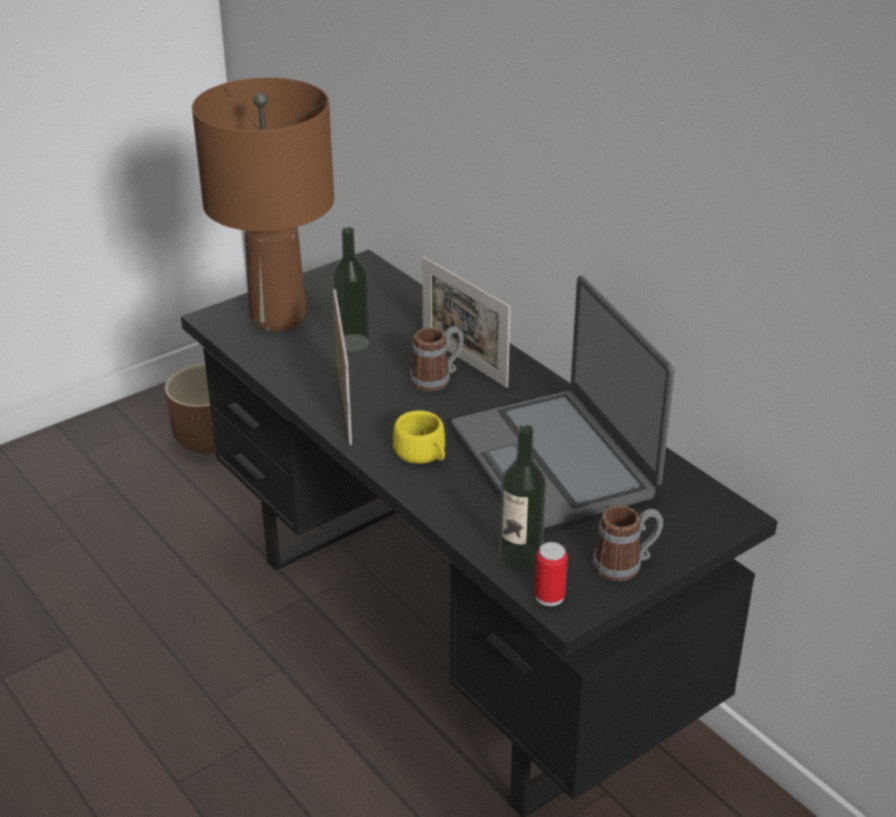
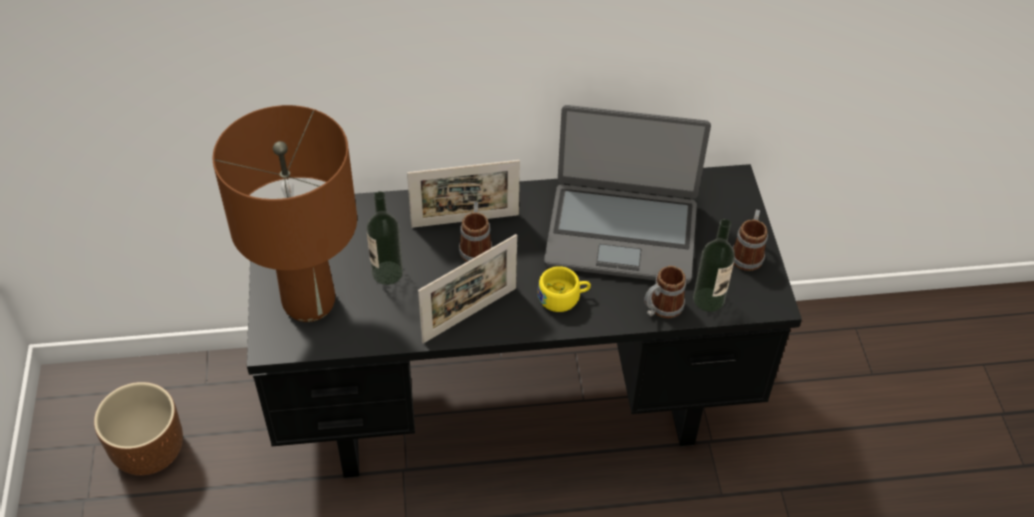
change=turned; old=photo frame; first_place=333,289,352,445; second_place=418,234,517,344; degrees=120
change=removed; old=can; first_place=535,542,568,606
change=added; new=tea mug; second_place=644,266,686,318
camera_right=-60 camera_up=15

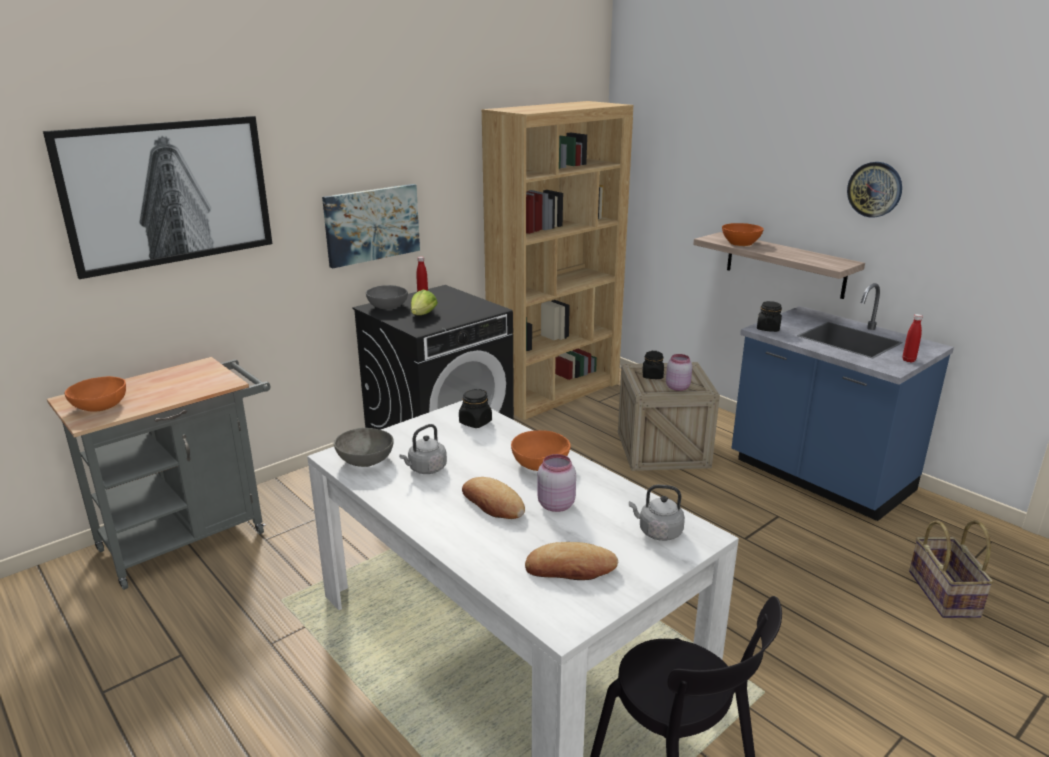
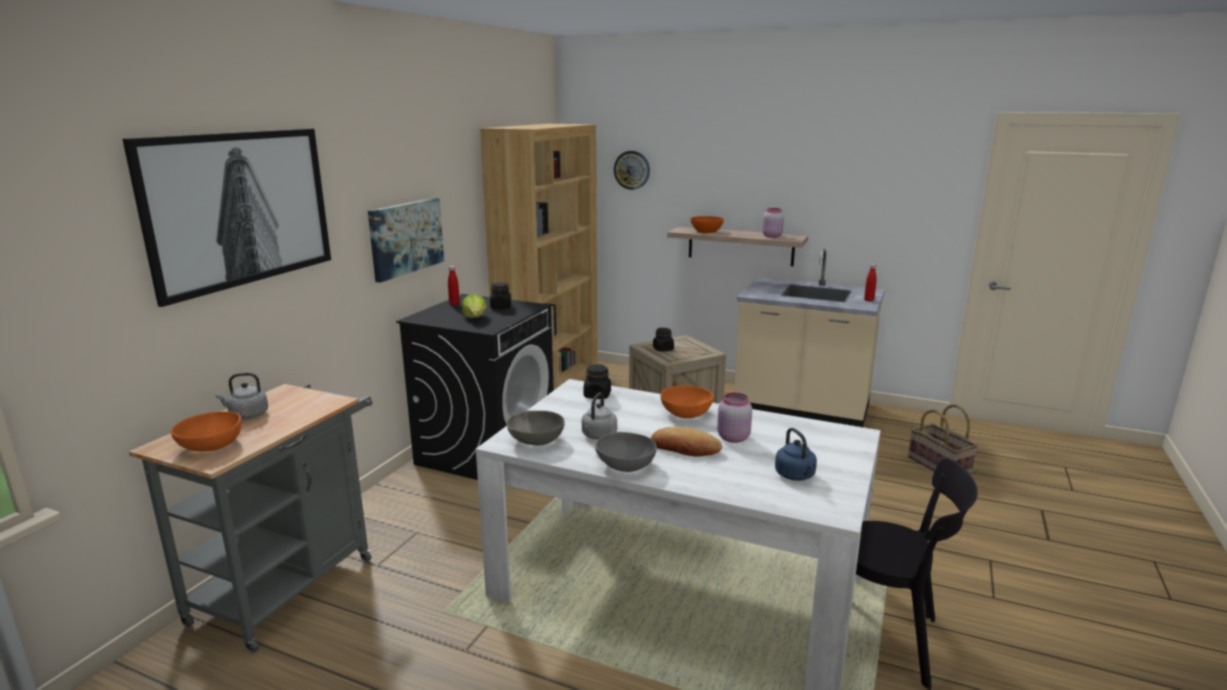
change=moved; old=greyish bowl; first_place=366,285,408,309; second_place=595,432,657,472
change=replaced; old=bakery bread; new=blue-coloured kettle; first_place=525,542,618,580; second_place=775,428,817,481
change=moved; old=greyish kettle; first_place=629,485,685,541; second_place=215,373,268,420
change=moved; old=pinkish storage jar; first_place=666,354,692,391; second_place=762,208,784,238
change=recoloured; old=blue-coloured kitchen base unit; new=beige-coloured kitchen base unit; first_place=732,283,954,521; second_place=734,249,885,427
change=moved; old=black-coloured storage jar; first_place=757,301,782,332; second_place=490,282,511,309
change=moved; old=wall clock; first_place=847,162,902,218; second_place=614,151,650,190
camera_right=-25 camera_up=-5

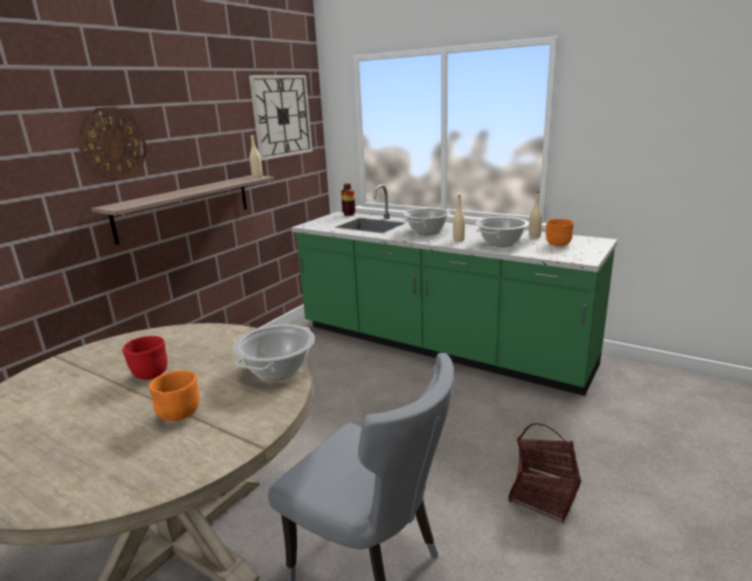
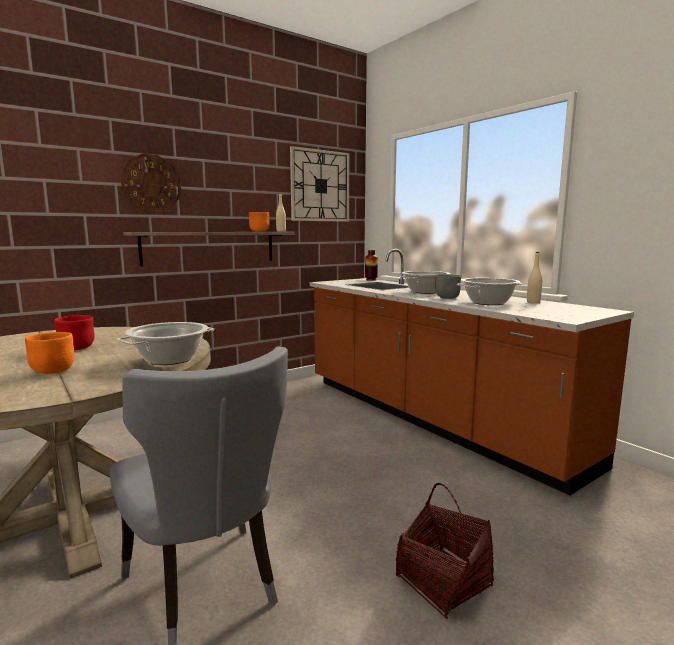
change=recoloured; old=greenish kitchen base unit; new=brownish kitchen base unit; first_place=291,184,618,396; second_place=310,249,634,495
change=replaced; old=beige-coloured drink bottle; new=greyish bowl; first_place=453,195,465,241; second_place=435,274,461,299
change=moved; old=orangey bowl; first_place=546,219,574,246; second_place=249,212,270,232
camera_right=20 camera_up=-10

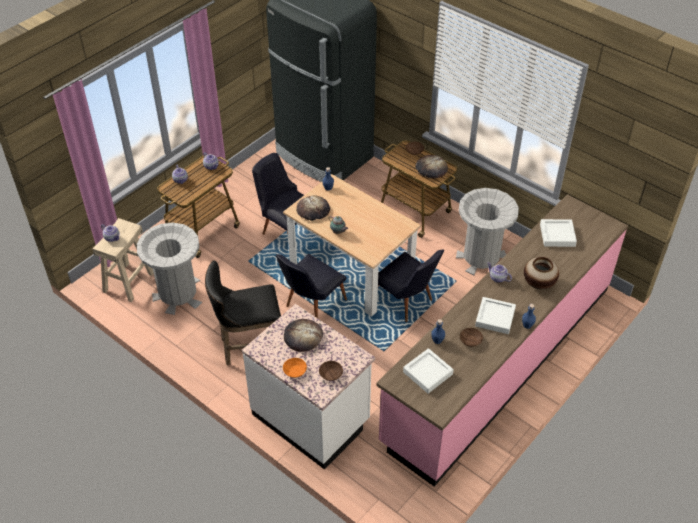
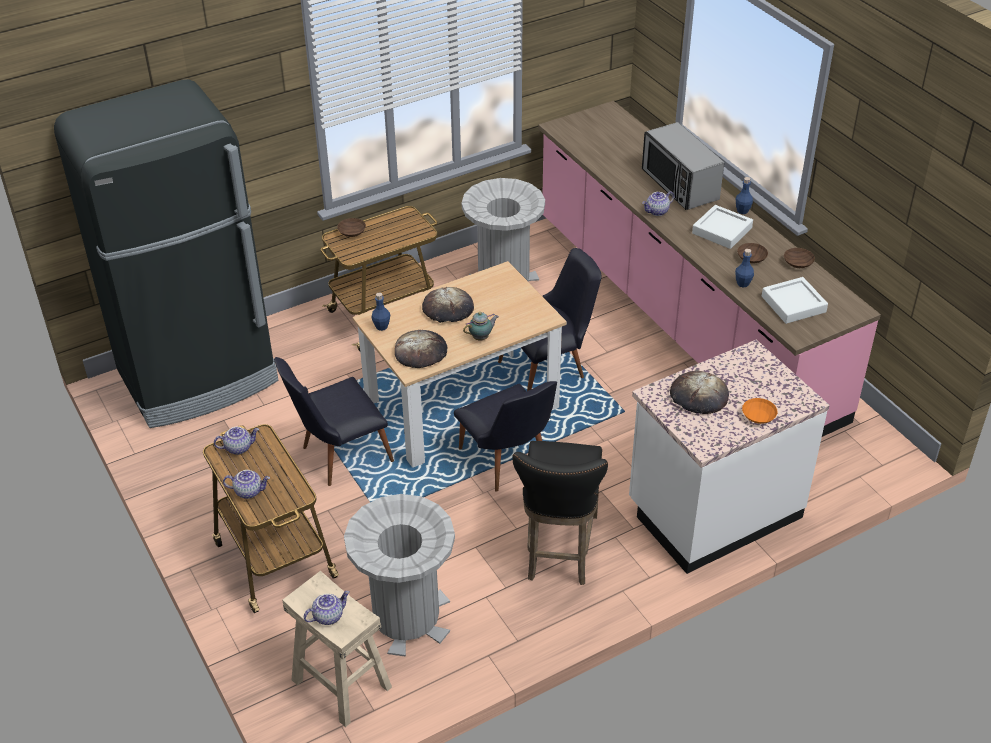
change=moved; old=brownish bowl; first_place=319,361,343,381; second_place=784,248,815,268
change=moved; old=bakery bread; first_place=415,155,448,178; second_place=422,287,474,323
change=replaced; old=flower vase; new=microwave; first_place=524,257,559,289; second_place=642,122,724,210
change=removed; old=white serving tray; first_place=540,219,577,247
camera_right=-70 camera_up=-5

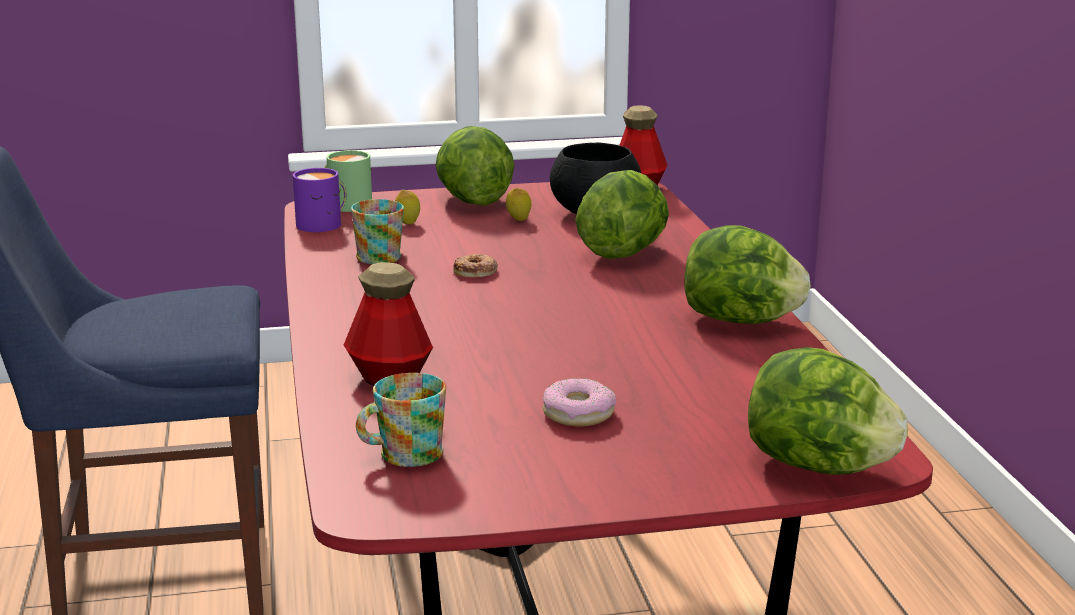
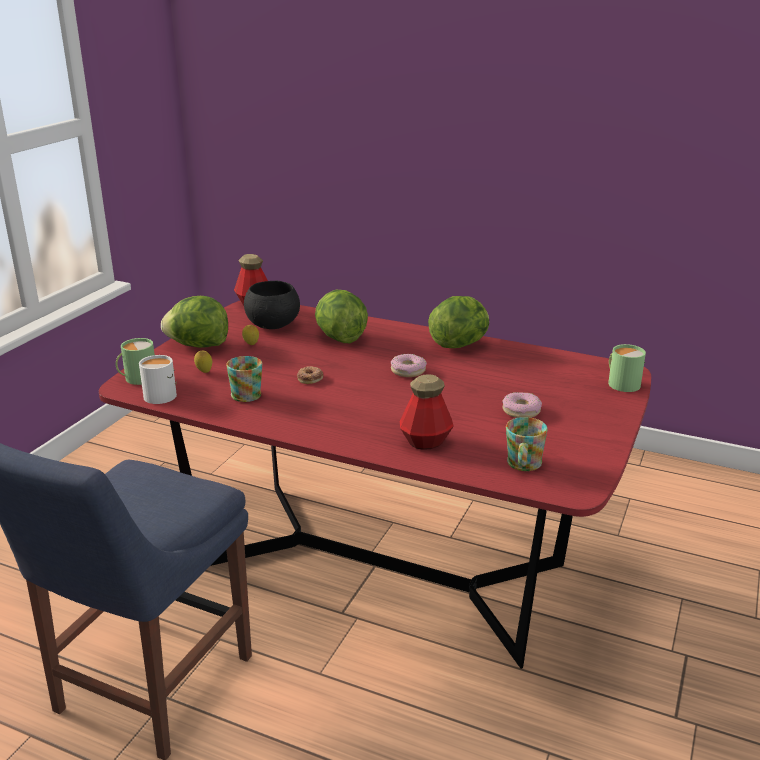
change=recoloured; old=purple tea mug; new=white tea mug; first_place=293,168,347,232; second_place=139,355,177,404
change=replaced; old=lettuce head; new=greenish tea mug; first_place=748,347,908,475; second_place=608,344,646,392
change=added; new=doughnut; second_place=391,354,427,377
camera_right=-55 camera_up=5

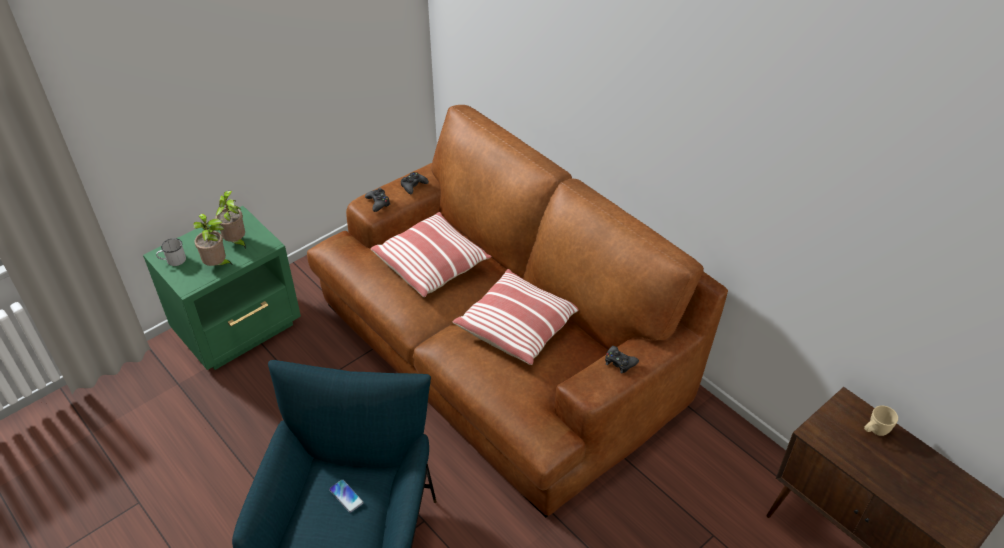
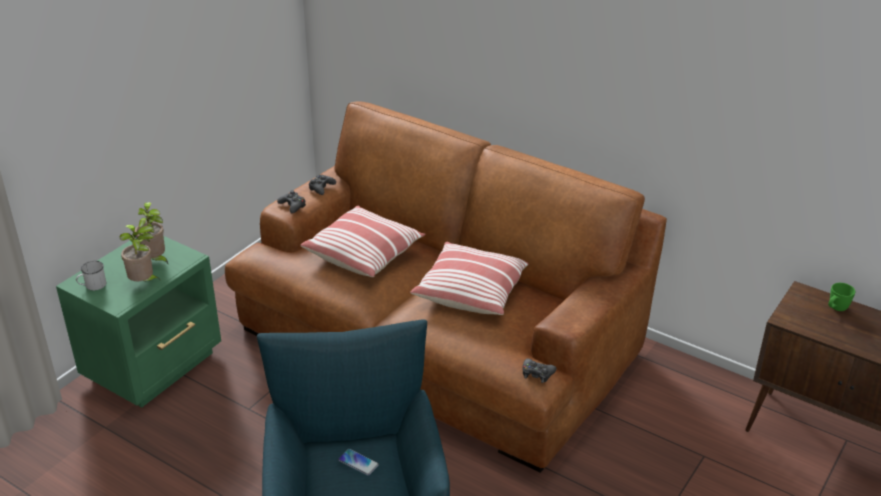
change=moved; old=black-coloured gamepad; first_place=605,346,639,374; second_place=523,359,557,383
change=recoloured; old=beige-coloured tea mug; new=greenish tea mug; first_place=864,406,898,436; second_place=828,283,855,311
camera_right=-15 camera_up=-10

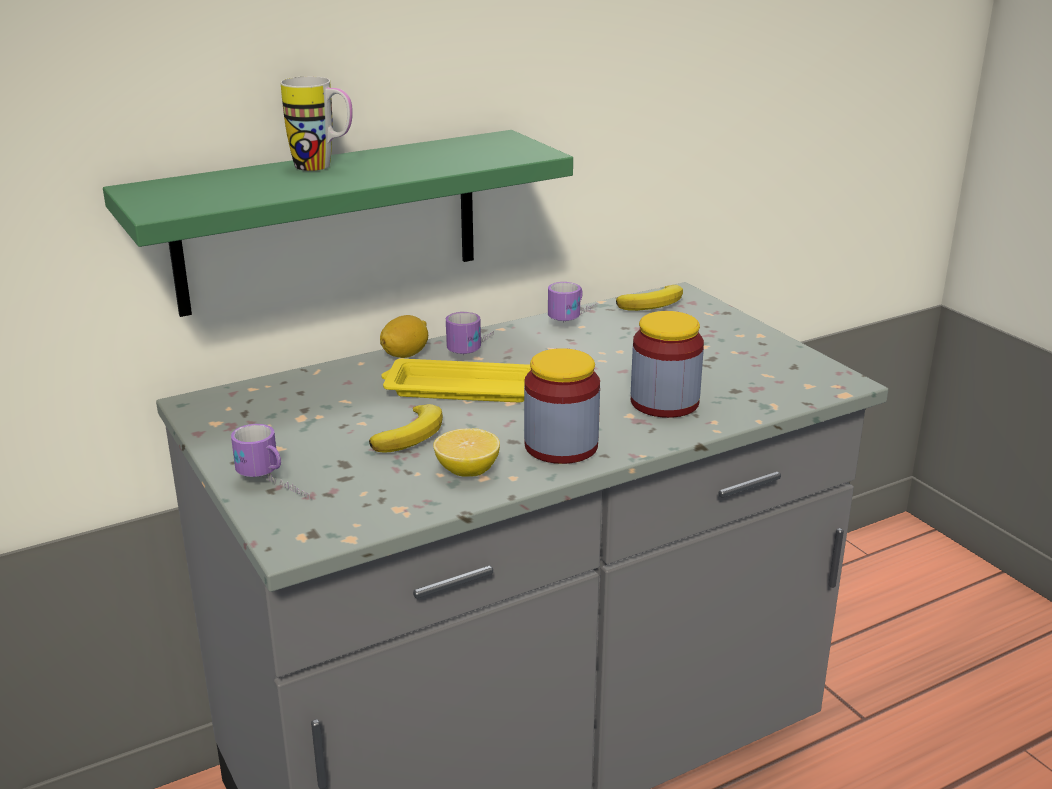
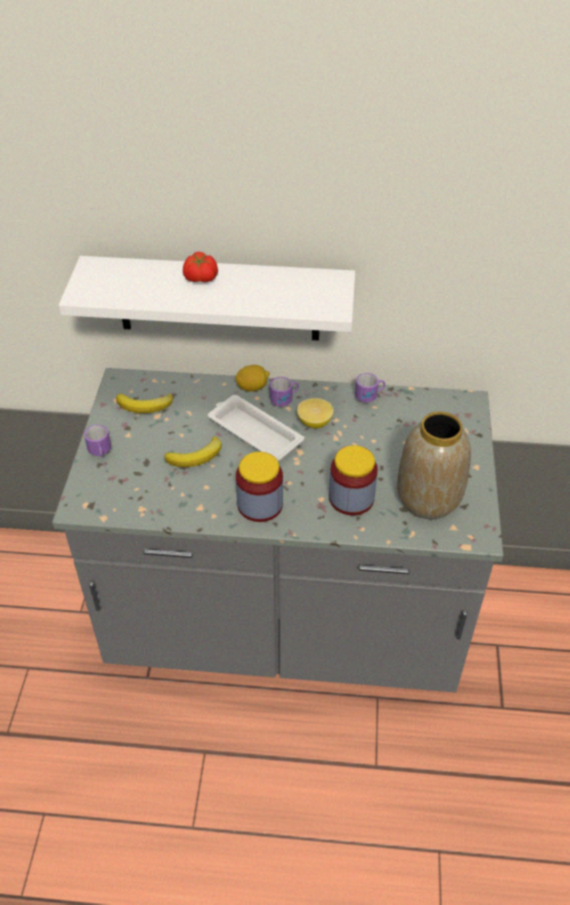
change=recoloured; old=greenish bracket shelf; new=white bracket shelf; first_place=103,130,573,317; second_place=58,256,355,341
change=replaced; old=tea mug; new=tomato; first_place=280,76,353,171; second_place=183,252,218,282
change=recoloured; old=yellow serving tray; new=white serving tray; first_place=381,359,531,402; second_place=208,395,304,461
change=moved; old=whole lemon; first_place=433,428,500,477; second_place=297,398,333,429
change=moved; old=whole banana; first_place=616,285,683,311; second_place=116,394,173,413
change=added; new=flower vase; second_place=397,411,471,519
camera_right=35 camera_up=20

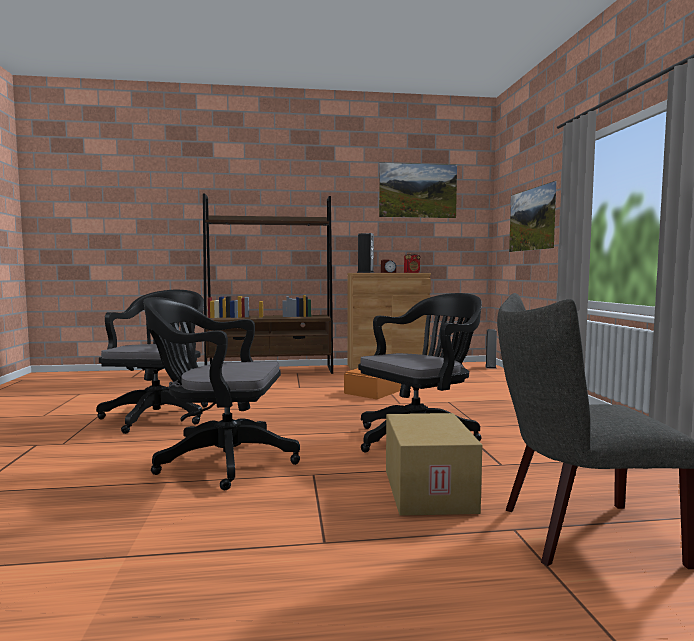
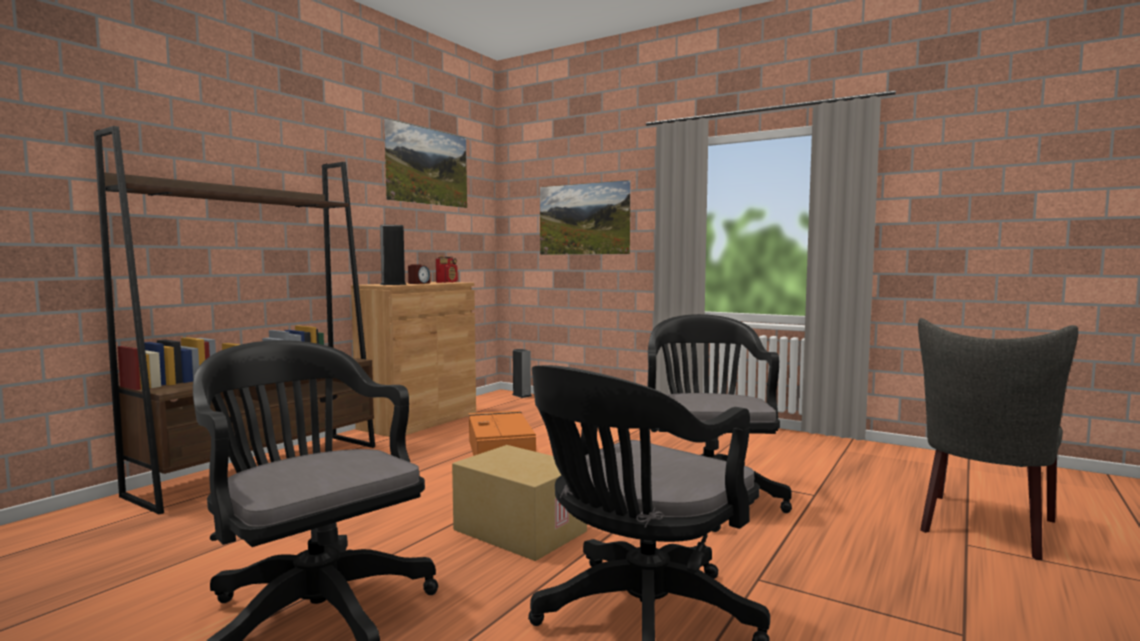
change=moved; old=packing box; first_place=386,413,482,516; second_place=452,445,587,561
camera_right=-50 camera_up=0

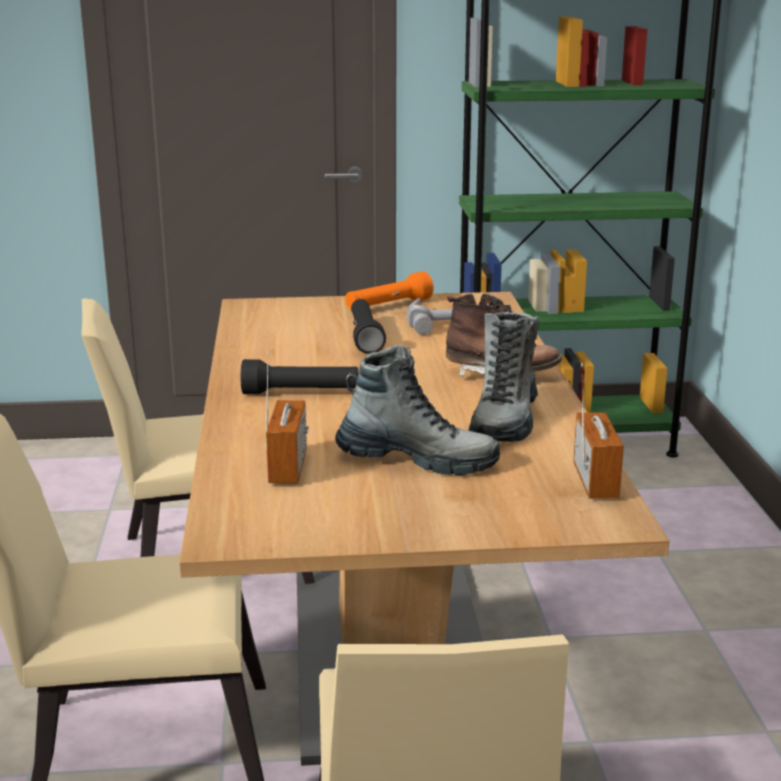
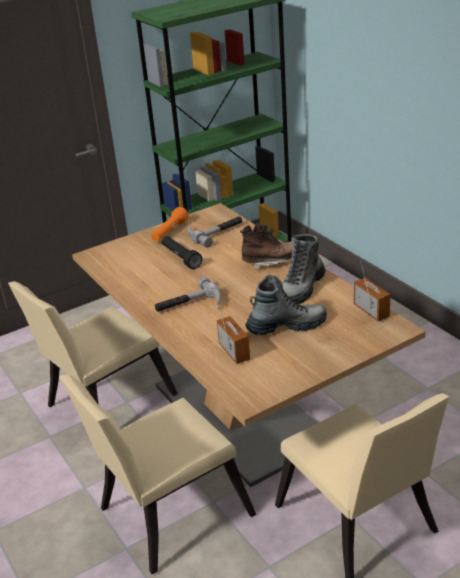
change=replaced; old=black-coloured flashlight; new=tool hammer; first_place=241,359,358,394; second_place=155,277,221,312
change=turned; old=tall boot; first_place=469,312,539,442; second_place=282,234,326,304; degrees=45
camera_right=-25 camera_up=10

